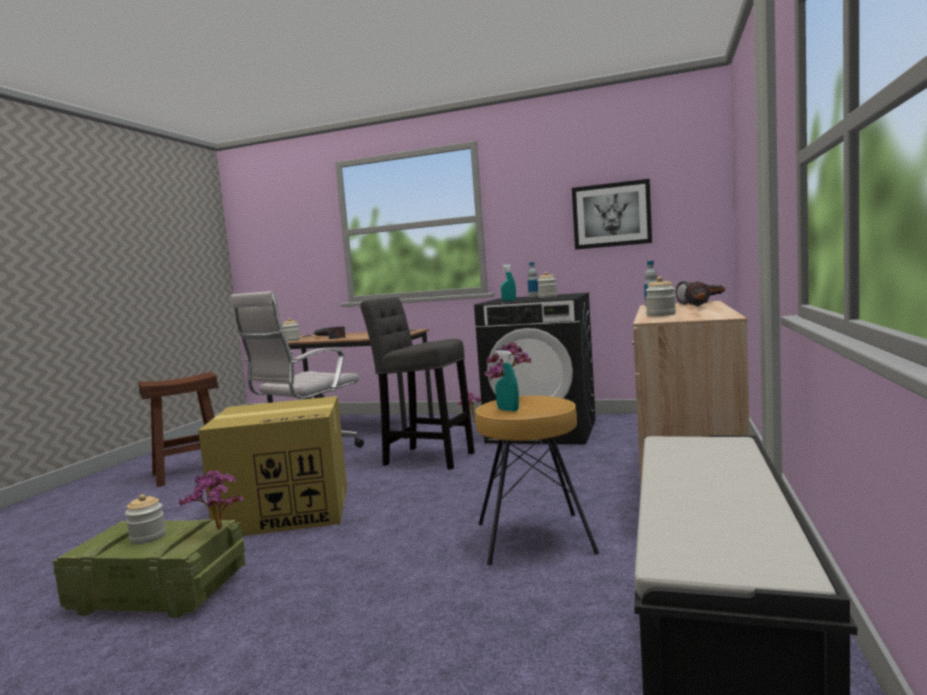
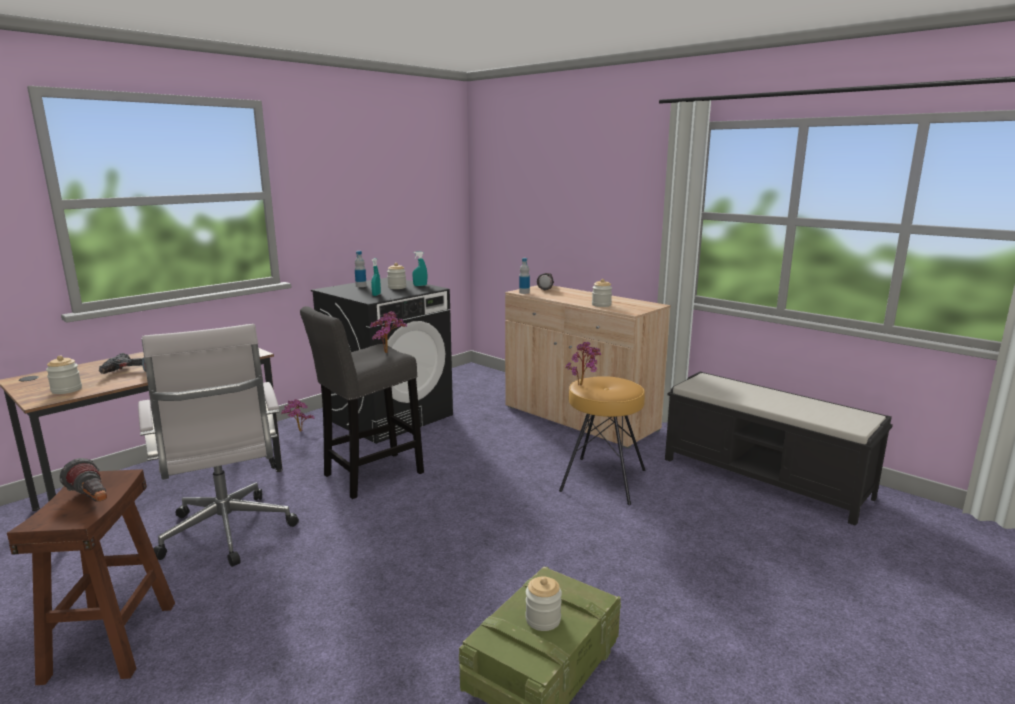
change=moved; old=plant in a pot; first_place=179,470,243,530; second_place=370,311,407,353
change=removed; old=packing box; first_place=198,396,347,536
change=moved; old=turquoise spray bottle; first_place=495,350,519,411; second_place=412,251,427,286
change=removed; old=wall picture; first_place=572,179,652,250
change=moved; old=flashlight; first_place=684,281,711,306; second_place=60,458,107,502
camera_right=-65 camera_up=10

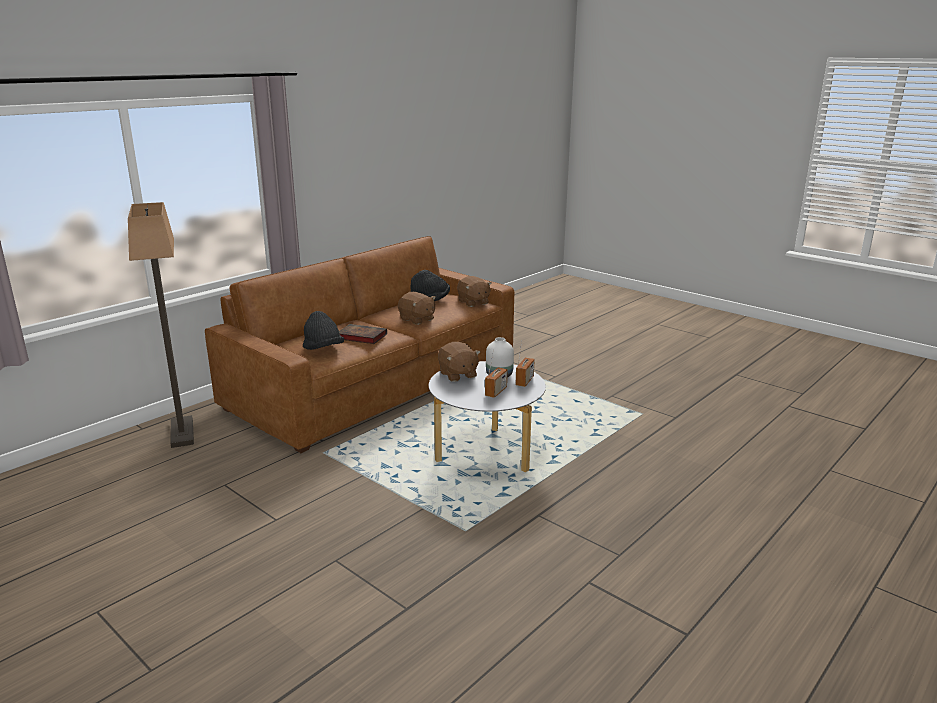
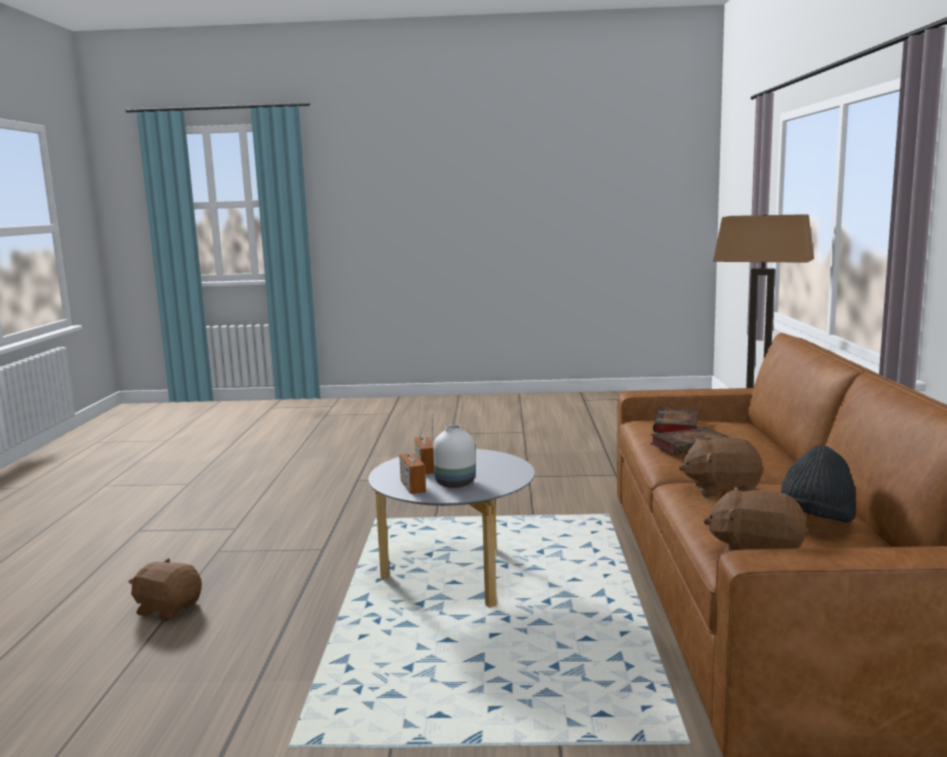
change=replaced; old=black-coloured wearable hat; new=volume; first_place=303,311,344,350; second_place=653,407,699,433
change=moved; old=brownish plush toy; first_place=438,342,480,382; second_place=128,558,202,621
camera_right=140 camera_up=-10

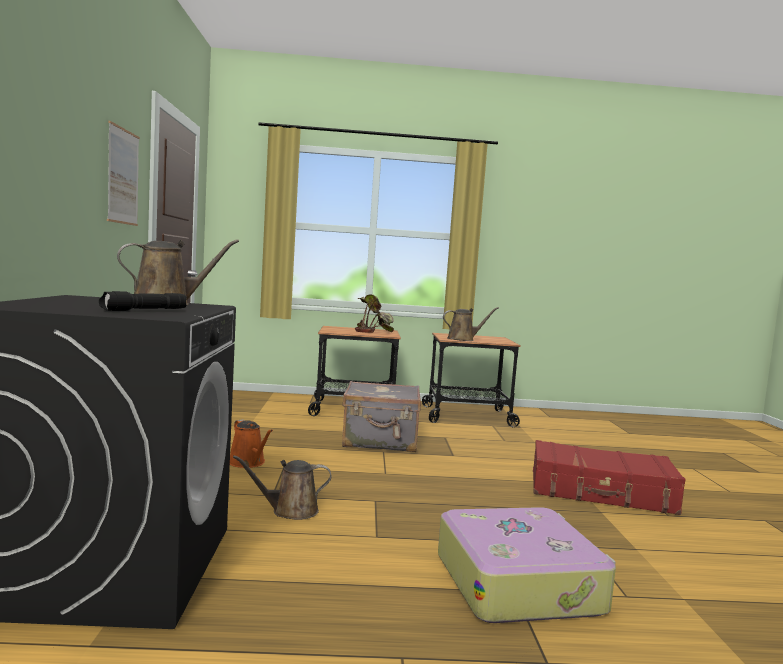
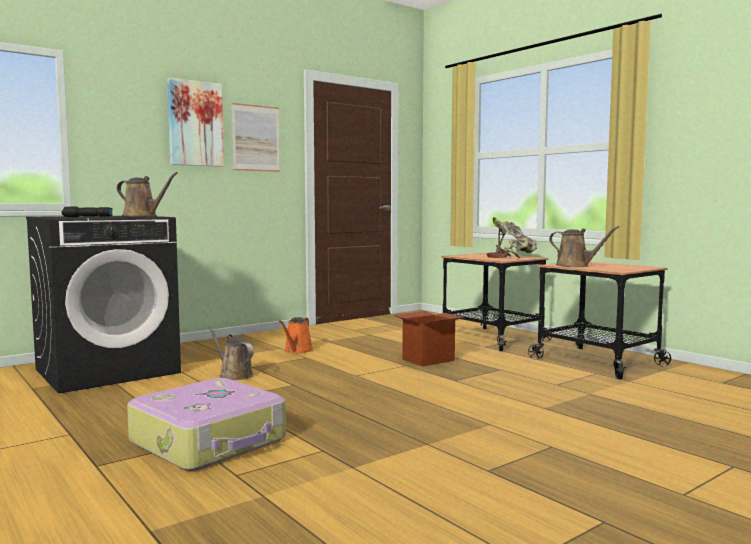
change=replaced; old=greyish suitcase; new=packing box; first_place=342,381,421,452; second_place=395,311,464,367
change=removed; old=red suitcase; first_place=533,440,685,515
change=added; new=wall picture; second_place=167,78,224,167
camera_right=55 camera_up=0

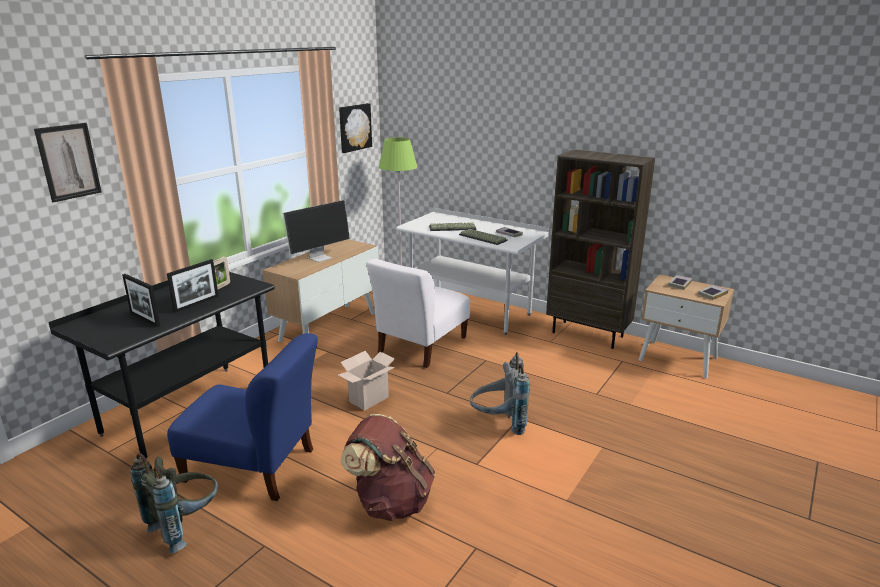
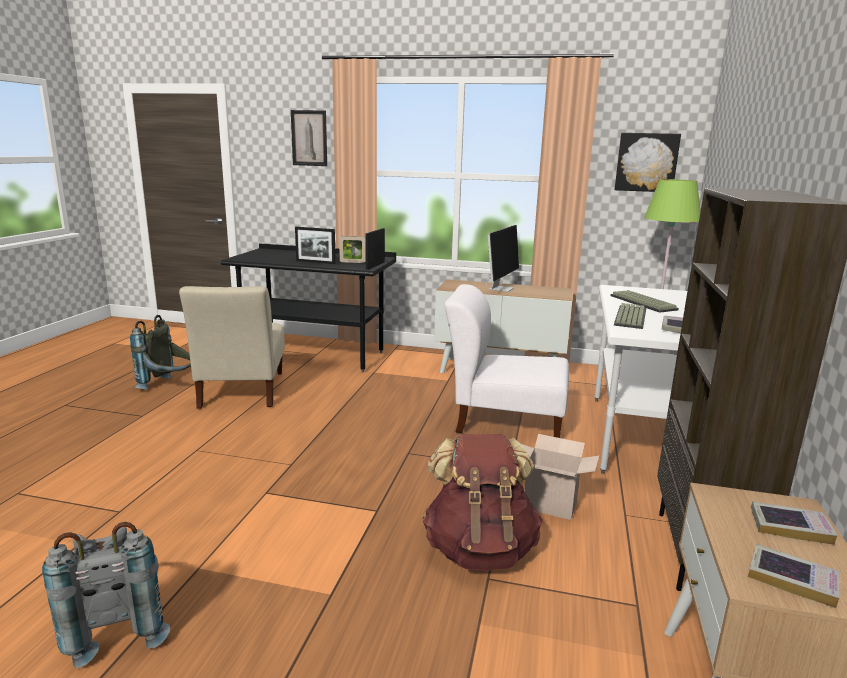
change=moved; old=photo frame; first_place=122,274,160,327; second_place=365,228,385,270
change=recoloured; old=blue-coloured upright chair; new=beige-coloured upright chair; first_place=167,333,318,501; second_place=179,286,285,408
change=turned; old=computer screen; first_place=283,200,350,262; second_place=486,225,519,292; degrees=-90
change=moved; old=packing box; first_place=338,351,395,411; second_place=521,434,599,520
change=moved; old=brownish backpack; first_place=341,414,435,521; second_place=422,434,542,571
change=moved; old=greyish backpack; first_place=470,352,530,435; second_place=42,522,170,668
camera_right=70 camera_up=-5

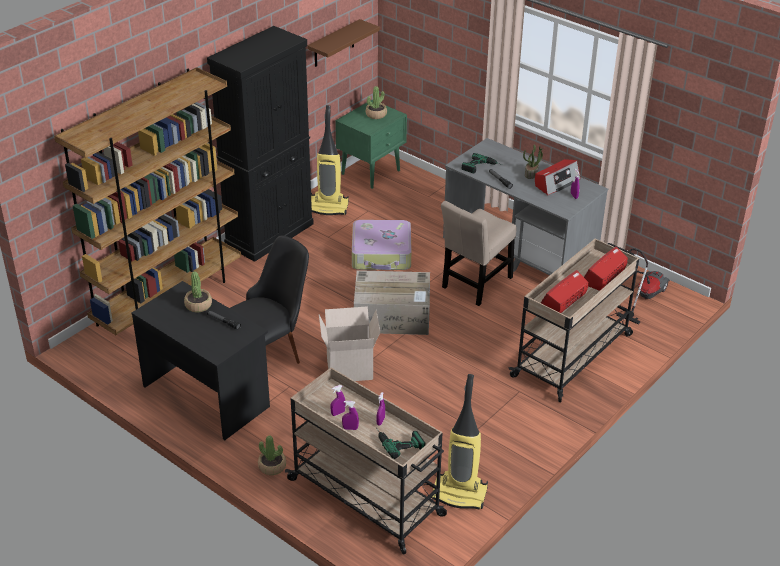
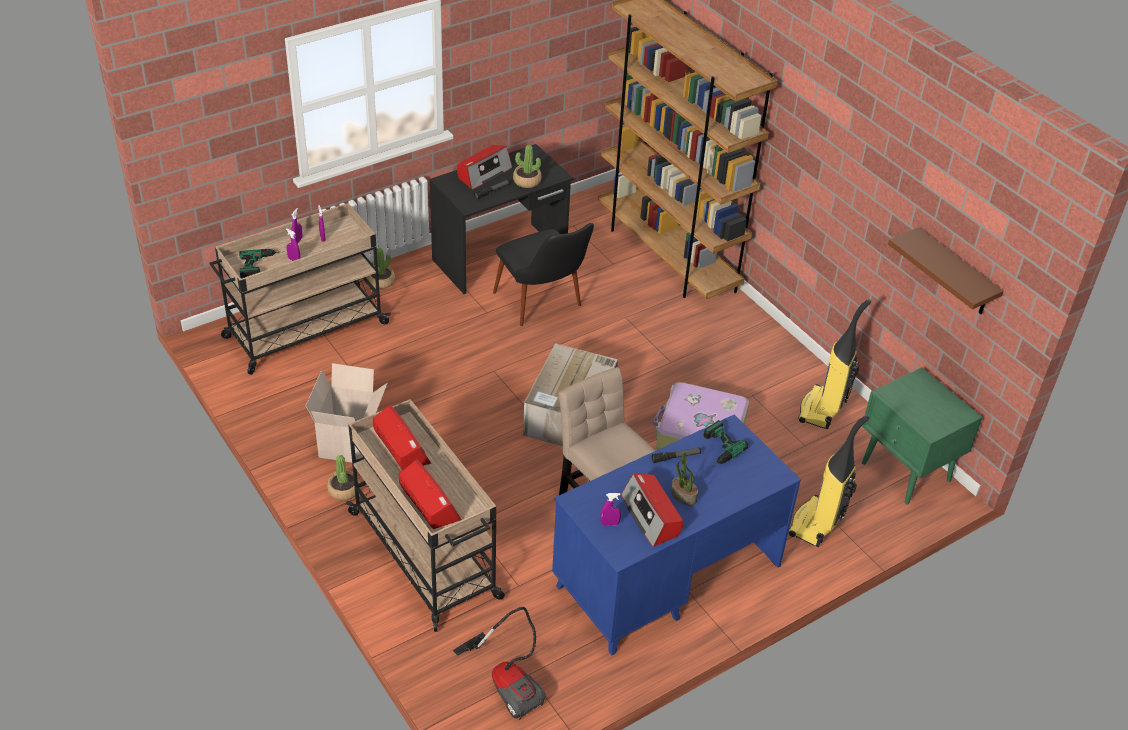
change=removed; old=black-coloured cabinet; first_place=207,26,314,262
change=moved; old=packing box; first_place=319,306,380,381; second_place=306,363,387,463
change=moved; old=plant in a pot; first_place=366,86,387,119; second_place=327,455,360,500
change=moved; old=vacuum cleaner; first_place=431,374,488,510; second_place=789,415,869,547
change=recoloured; old=greyish desk; new=blue-coloured desk; first_place=443,138,608,275; second_place=552,415,801,655
change=added; new=radio set; second_place=457,145,512,190
camera_right=105 camera_up=5

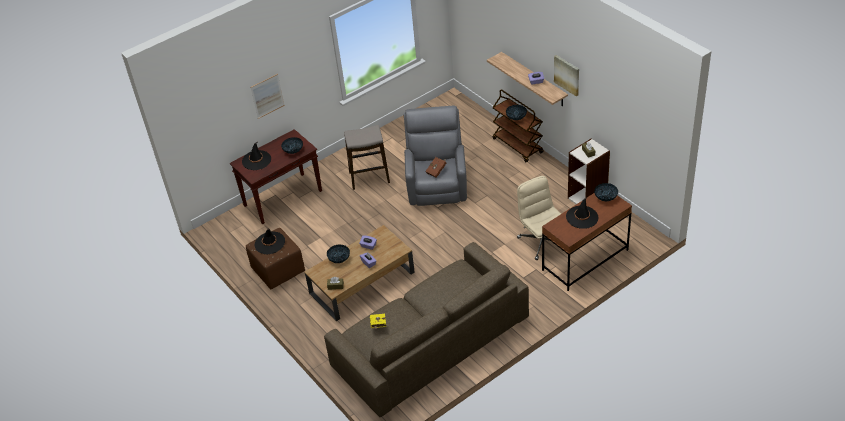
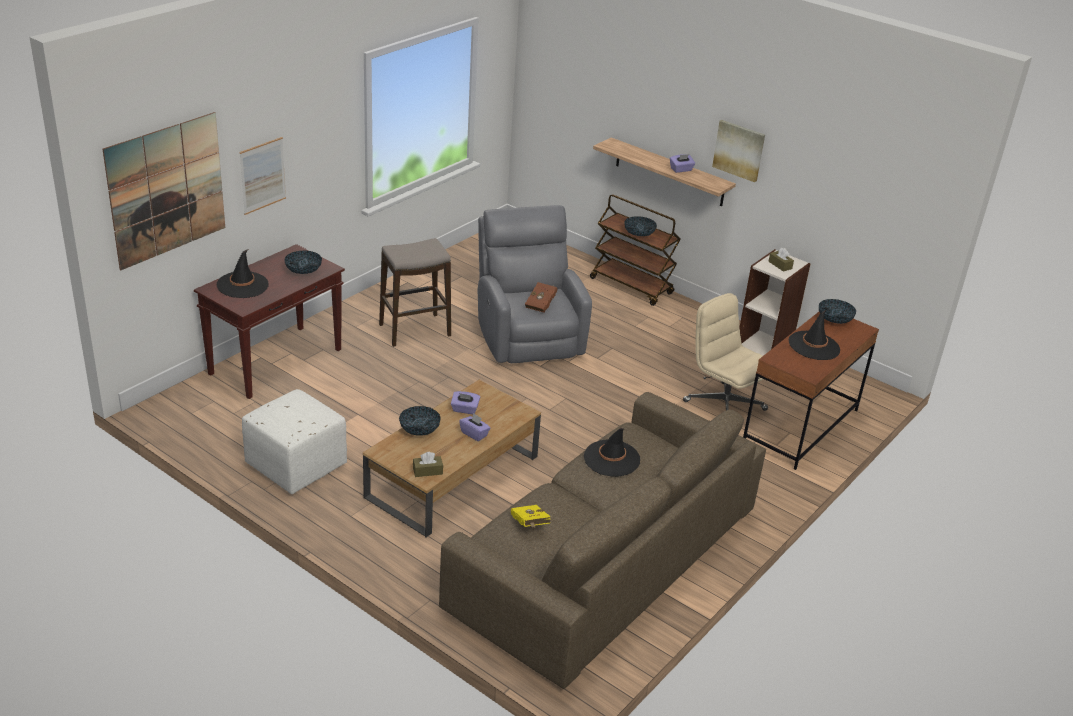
change=recoloured; old=brownish footrest; new=white footrest; first_place=246,228,305,289; second_place=242,389,347,494
change=moved; old=black-coloured wearable hat; first_place=255,228,285,254; second_place=584,428,640,477
change=added; new=wall picture; second_place=103,112,225,270
camera_right=-20 camera_up=-10

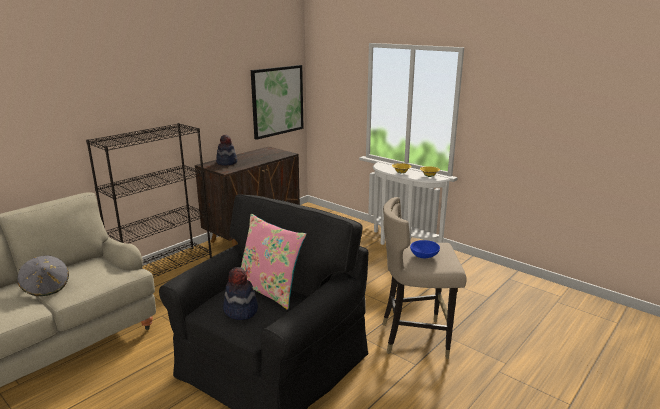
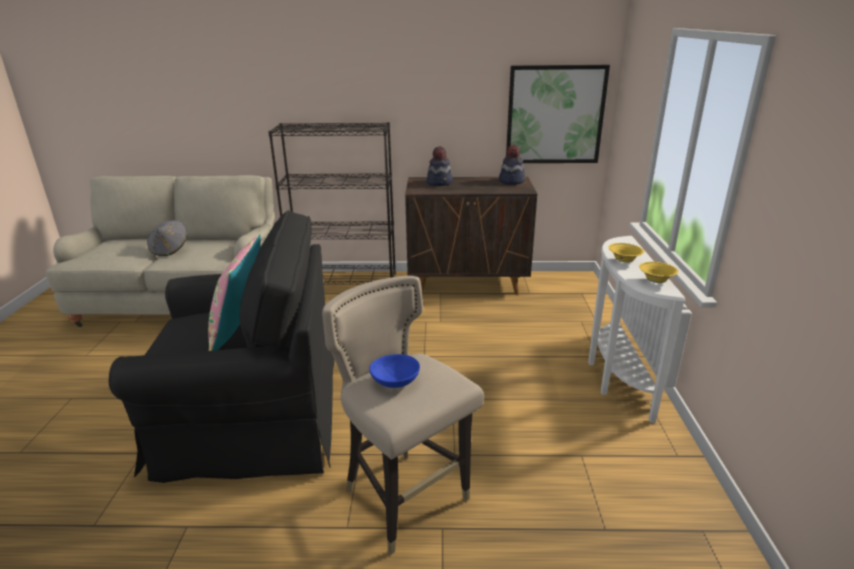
change=moved; old=wearable hat; first_place=223,267,258,320; second_place=499,145,525,185
camera_right=50 camera_up=5

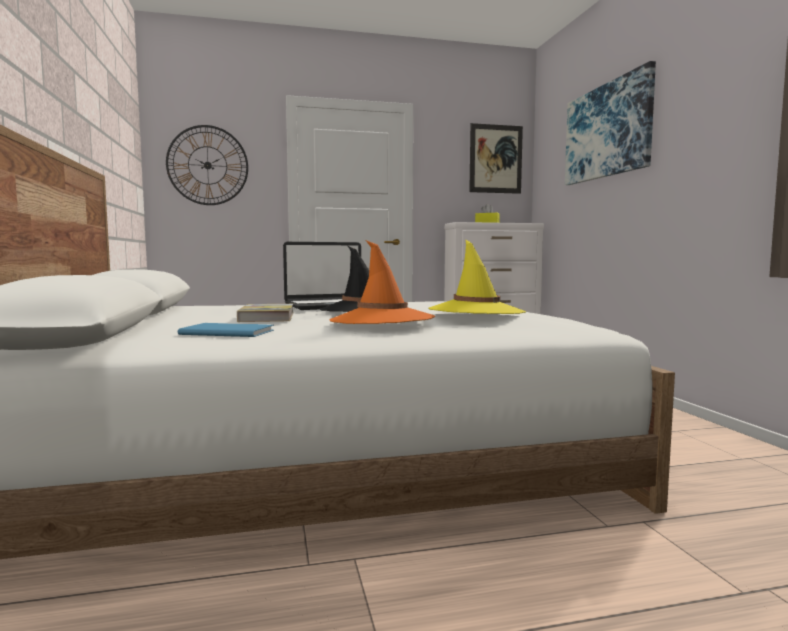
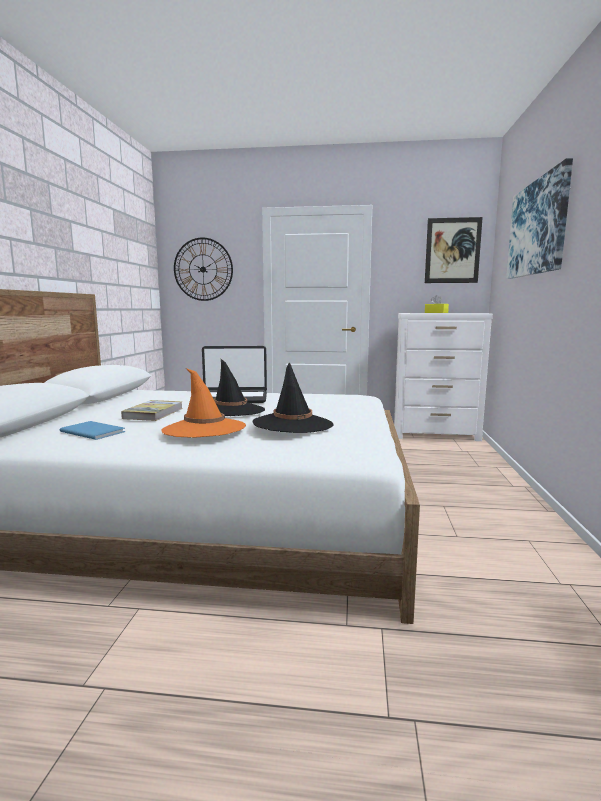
change=recoloured; old=yellow wearable hat; new=black-coloured wearable hat; first_place=428,239,526,314; second_place=252,362,334,433
camera_right=20 camera_up=5

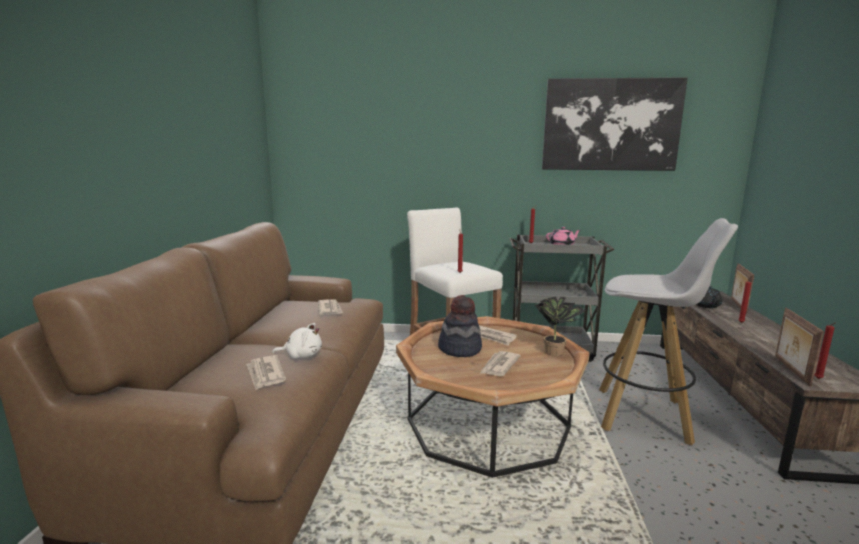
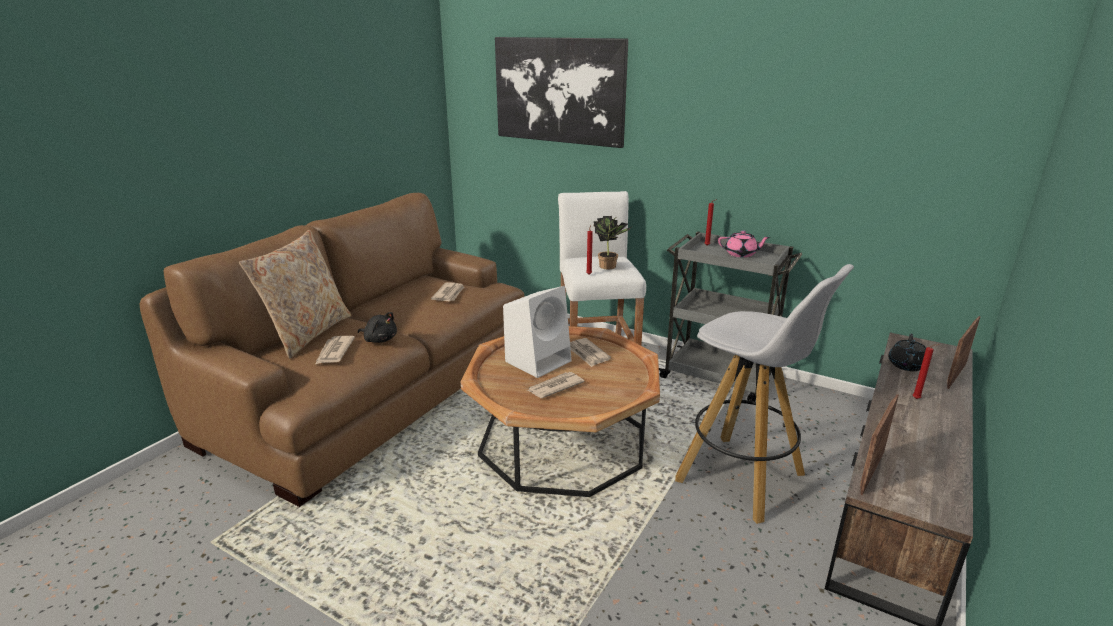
change=recoloured; old=white plush toy; new=black-coloured plush toy; first_place=272,323,322,359; second_place=358,312,397,343
change=replaced; old=wearable hat; new=white loudspeaker; first_place=438,295,482,357; second_place=503,286,571,378
change=moved; old=plant in a pot; first_place=535,297,585,356; second_place=593,216,631,269
change=moved; old=wall picture; first_place=542,77,688,171; second_place=495,37,628,148
change=removed; old=red candle; first_place=814,323,835,379
change=added; new=beige-coloured pillow; second_place=239,230,352,359
camera_right=25 camera_up=10

